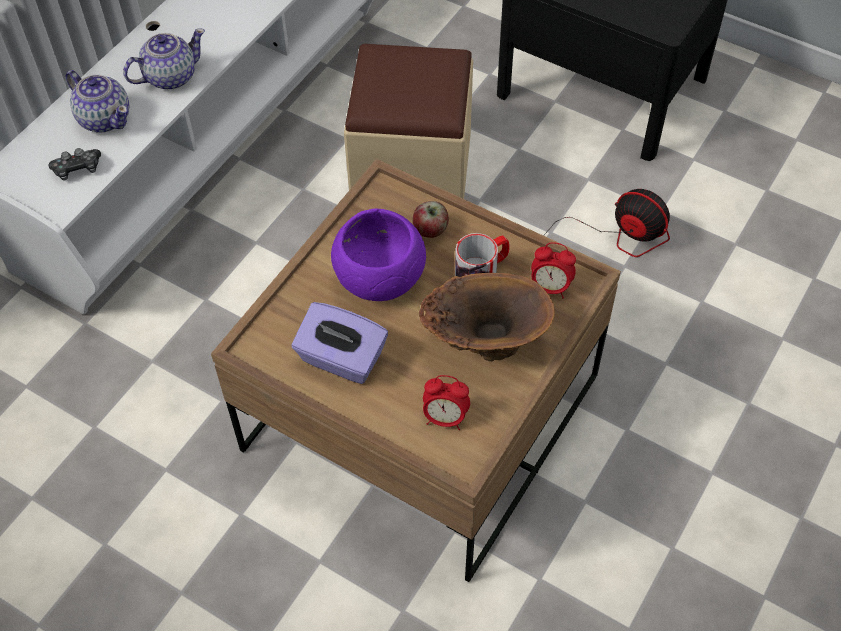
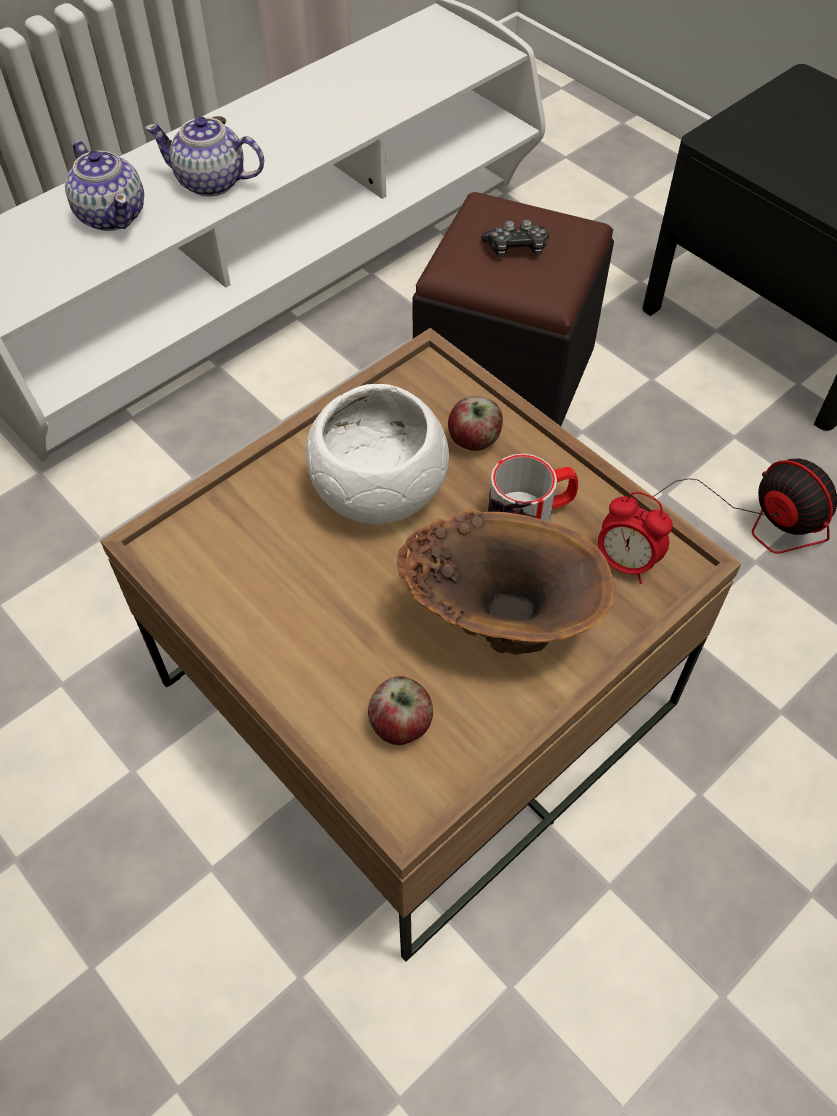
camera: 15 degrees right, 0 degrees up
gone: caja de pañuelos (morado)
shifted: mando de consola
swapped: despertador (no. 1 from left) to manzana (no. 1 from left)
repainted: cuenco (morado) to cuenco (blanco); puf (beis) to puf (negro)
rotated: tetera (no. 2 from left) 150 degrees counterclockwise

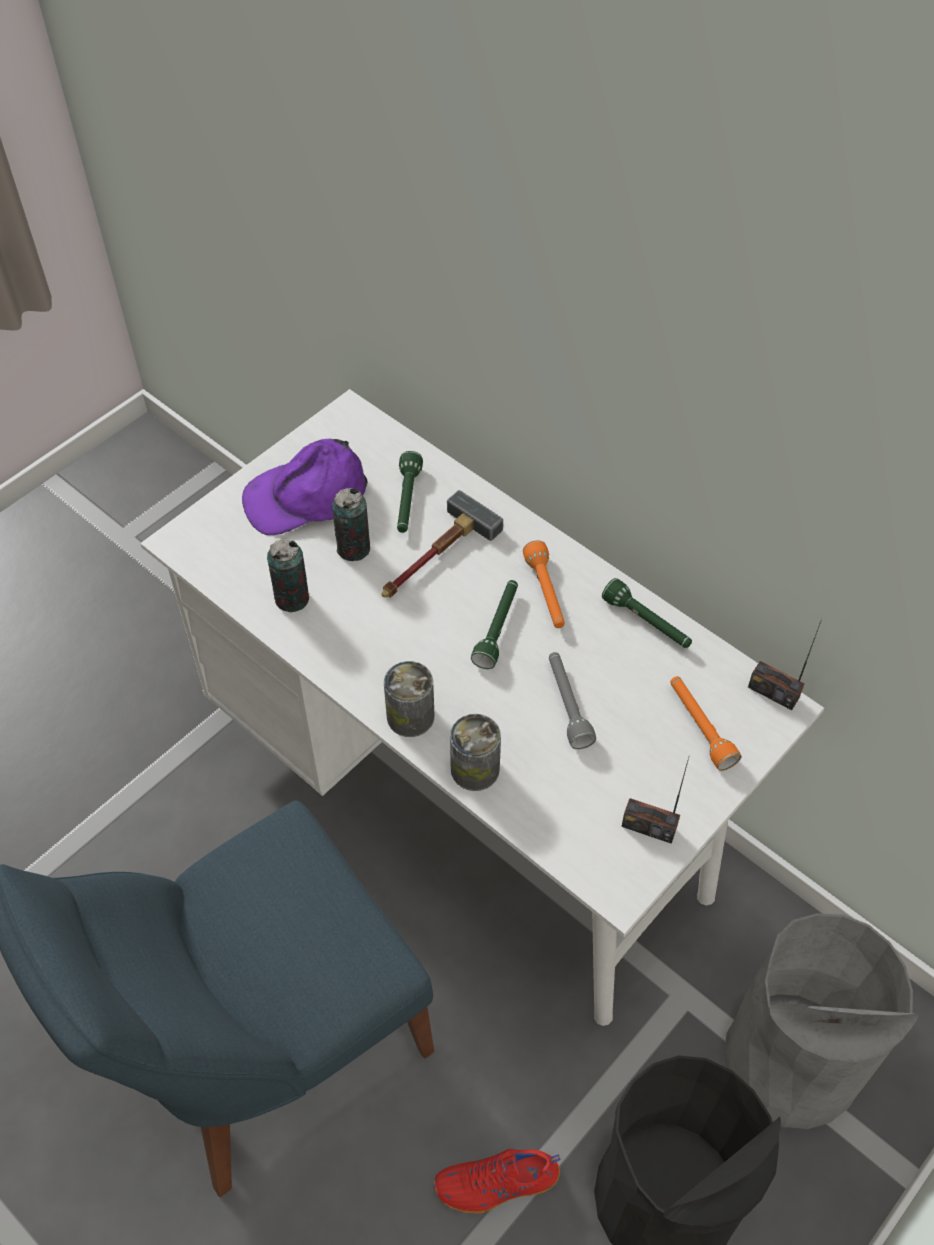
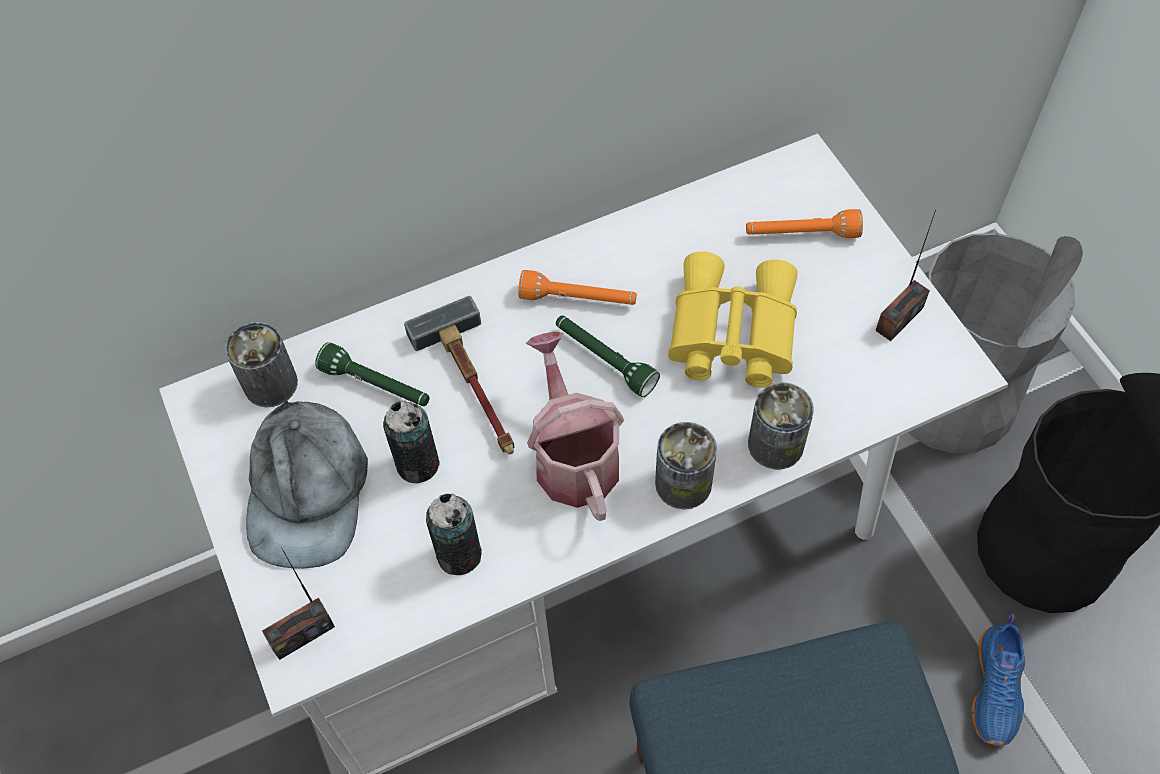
camera: 65 degrees left, 5 degrees up
gone: linterna (verde) (no. 3 from left)
new: lata (no. 1 from left); regadera
shifted: radio (no. 2 from left in the first image) to radio (no. 1 from left)
swapped: linterna (gris) to prismáticos (amarillo)
repainted: gorra (morado) to gorra (gris); zapato (rojo) to zapato (azul)

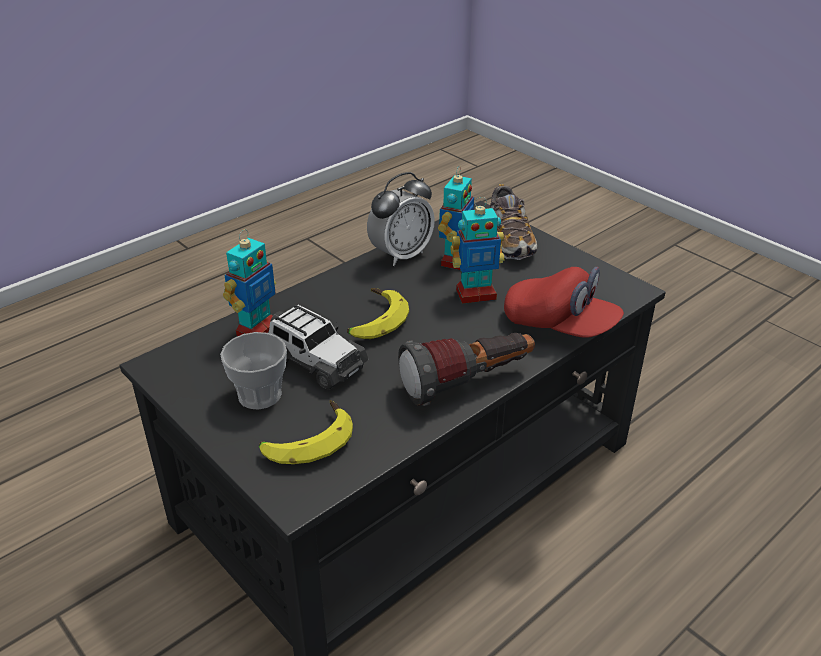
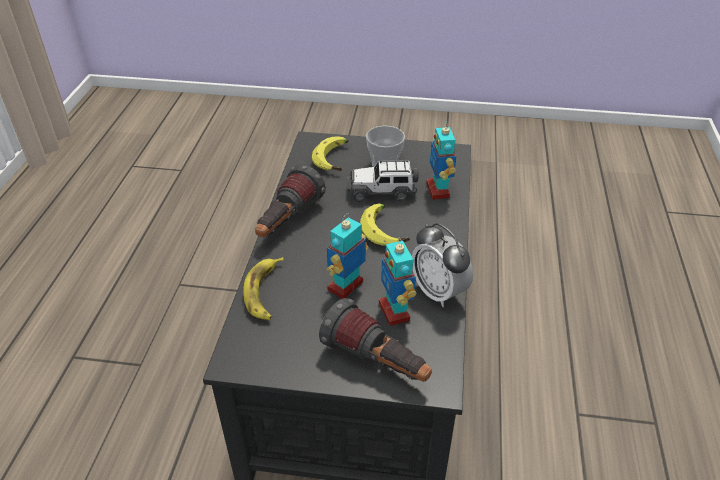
camera: 140 degrees right, 5 degrees up
swapped: zapato to linterna (no. 2 from left); gorra (rojo) to plátano (no. 1 from left)
rotated: despertador 45 degrees counterclockwise

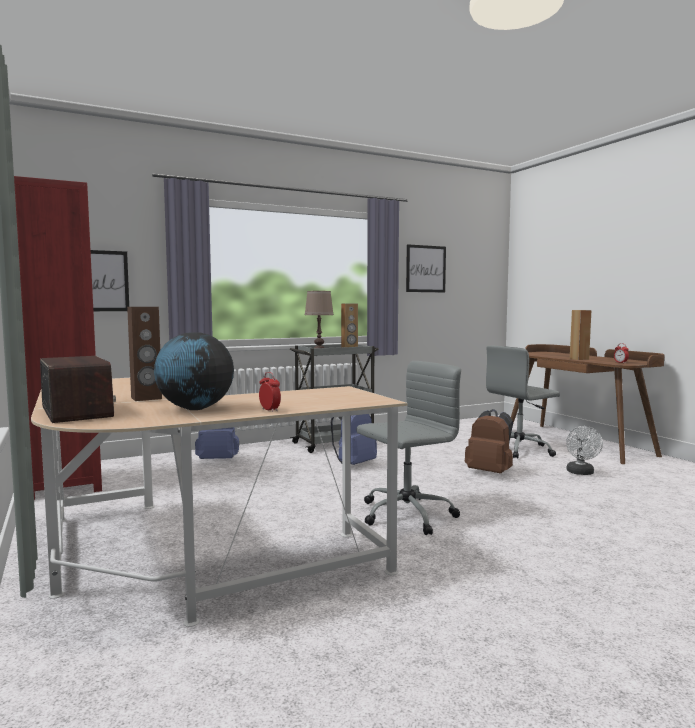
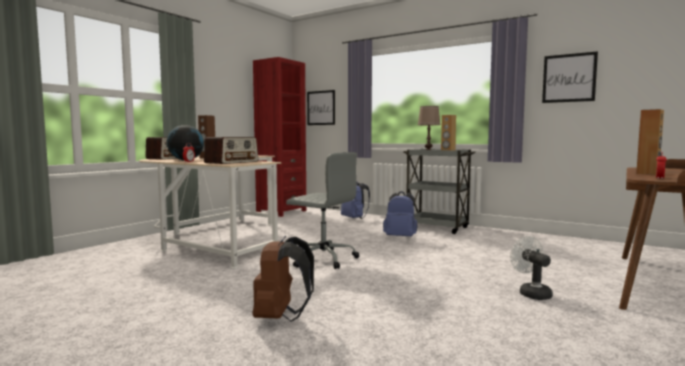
camera: 60 degrees right, 0 degrees up
gone: silla de oficina (gris) (no. 2 from left)
new: radio (no. 2 from left)
shifted: mochila (marrón)
rotated: ventilador (blanco) 90 degrees clockwise

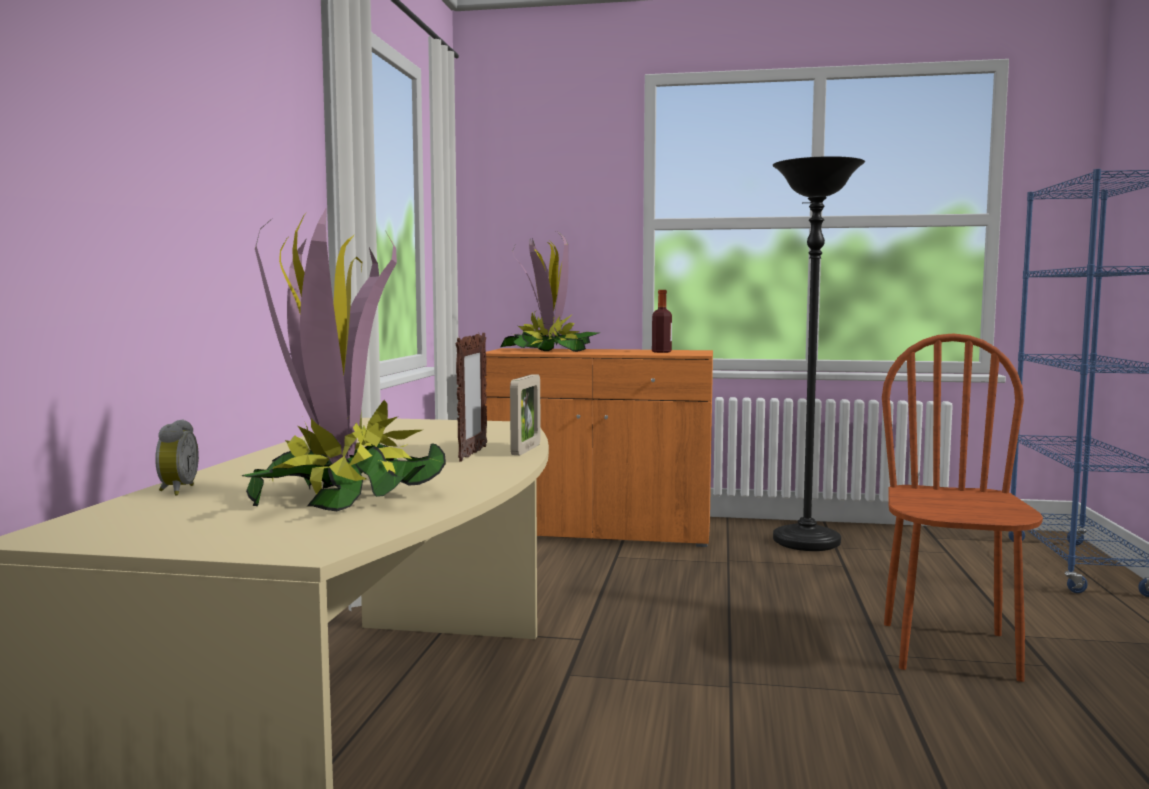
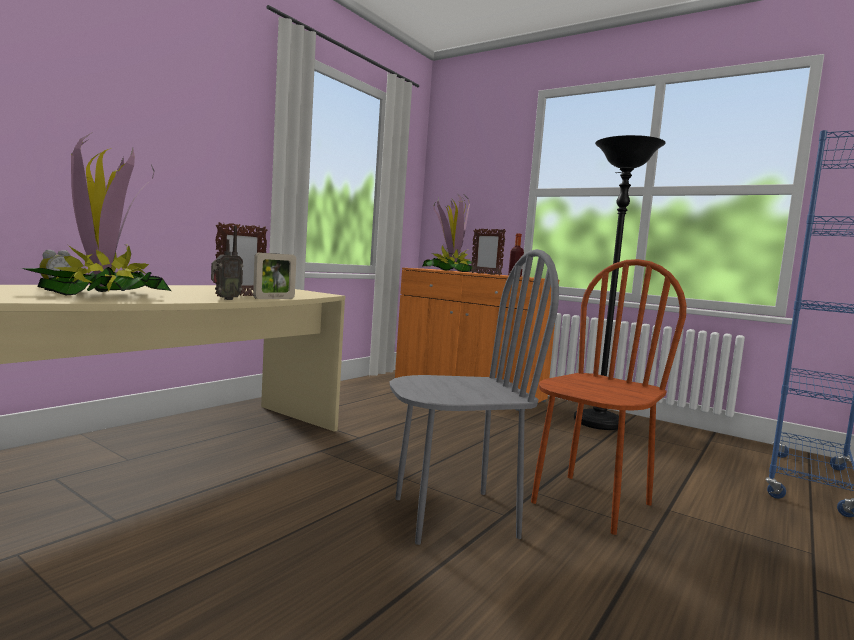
camera: 25 degrees right, 0 degrees up
new: radio; silla (gris); portarretratos (no. 3 from left)

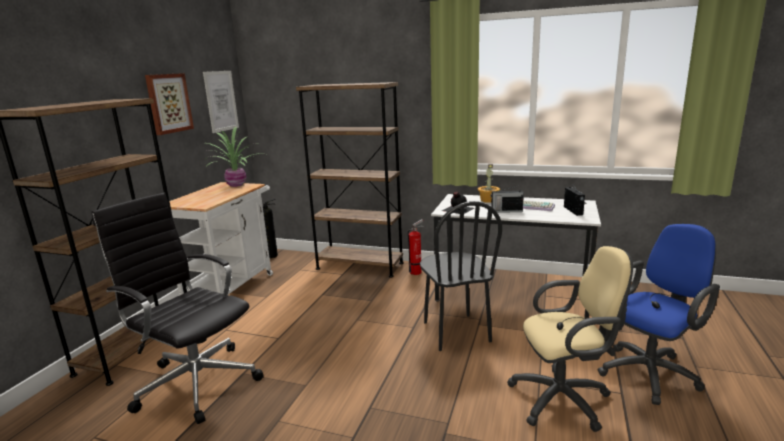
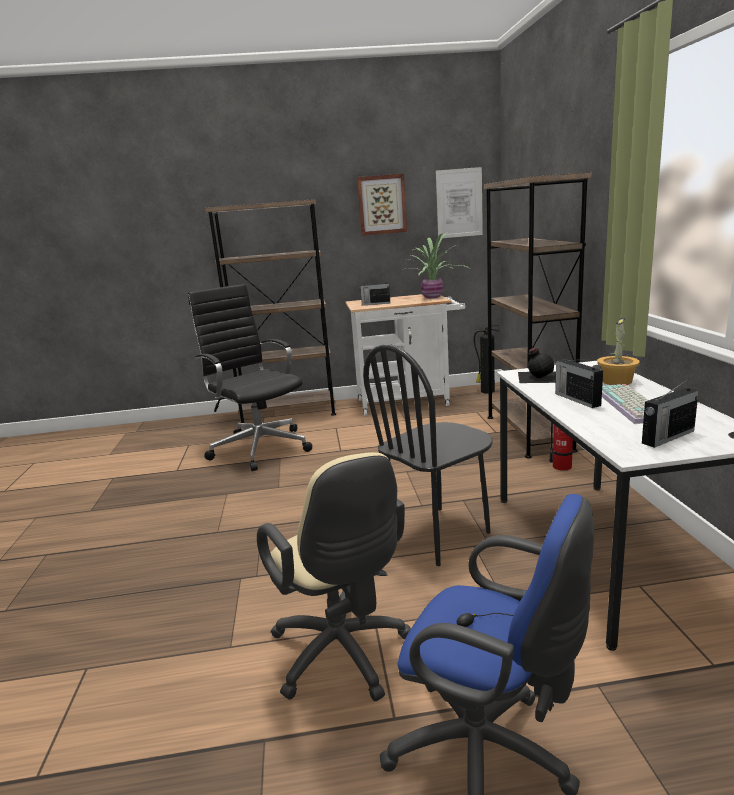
camera: 65 degrees right, 0 degrees up
new: radio (no. 1 from left)
rotated: silla de oficina (negro) 45 degrees counterclockwise

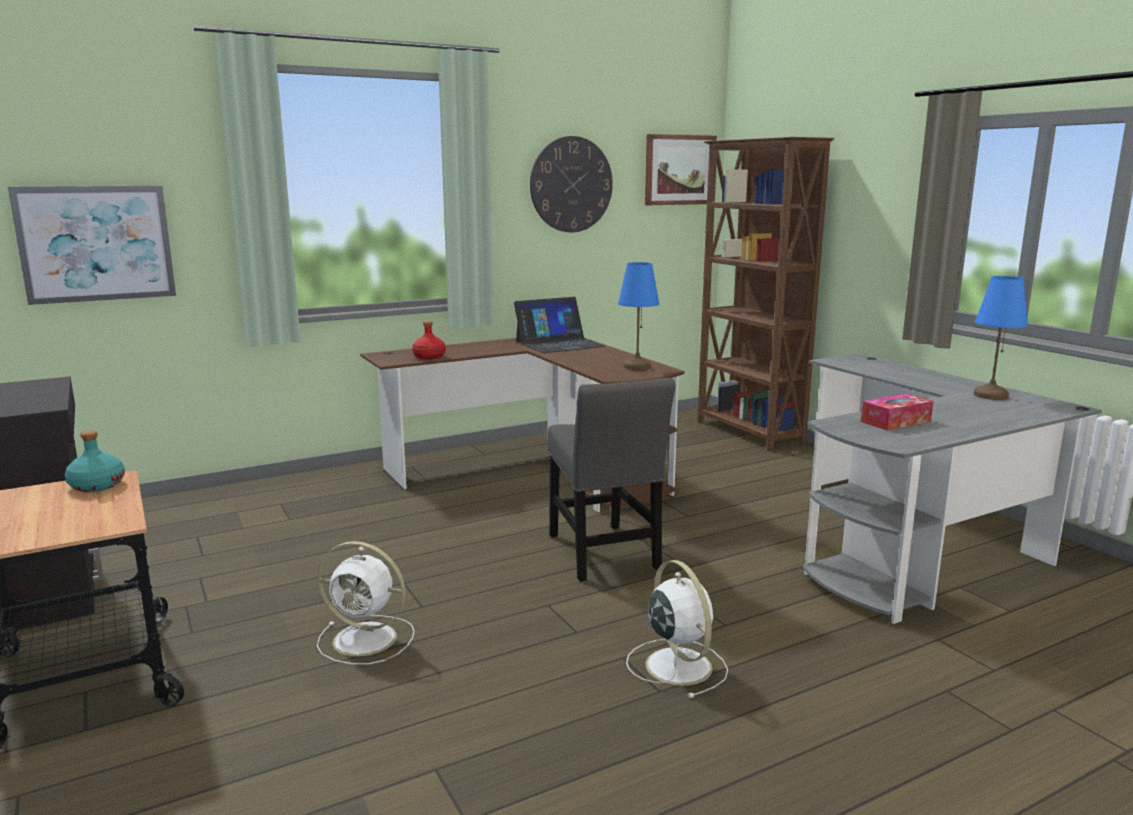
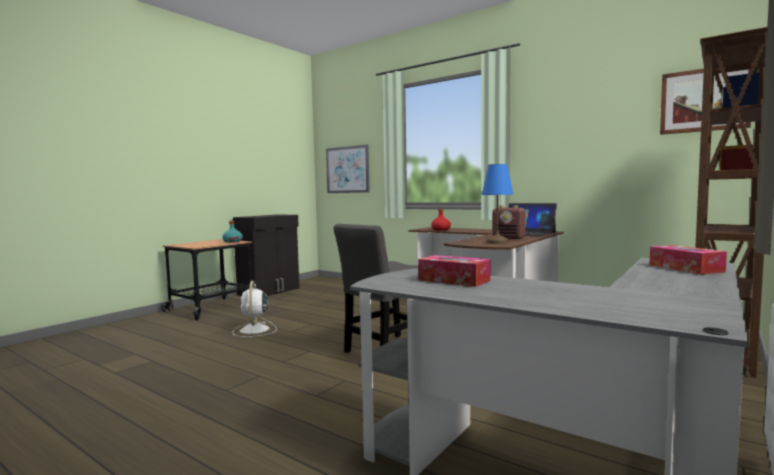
camera: 65 degrees right, 10 degrees down
gone: reloj de pared; ventilador (blanco) (no. 2 from left); lámpara de mesa (azul) (no. 2 from left)
new: radio; caja de pañuelos (no. 2 from left)

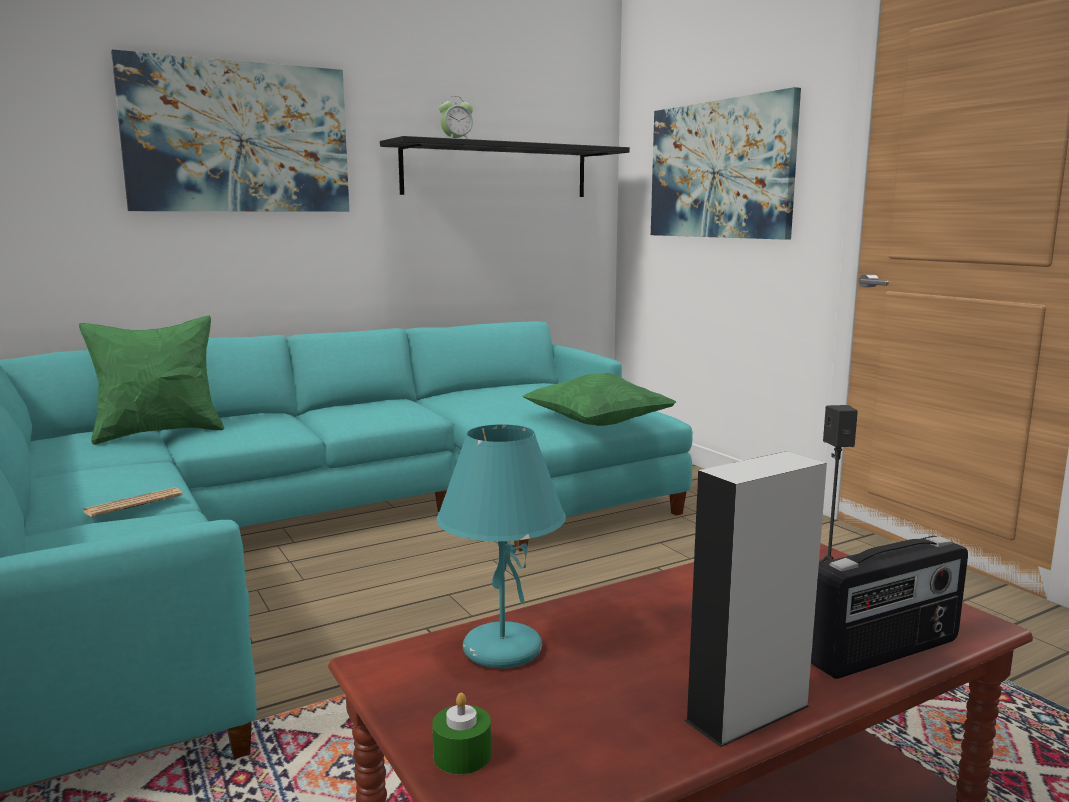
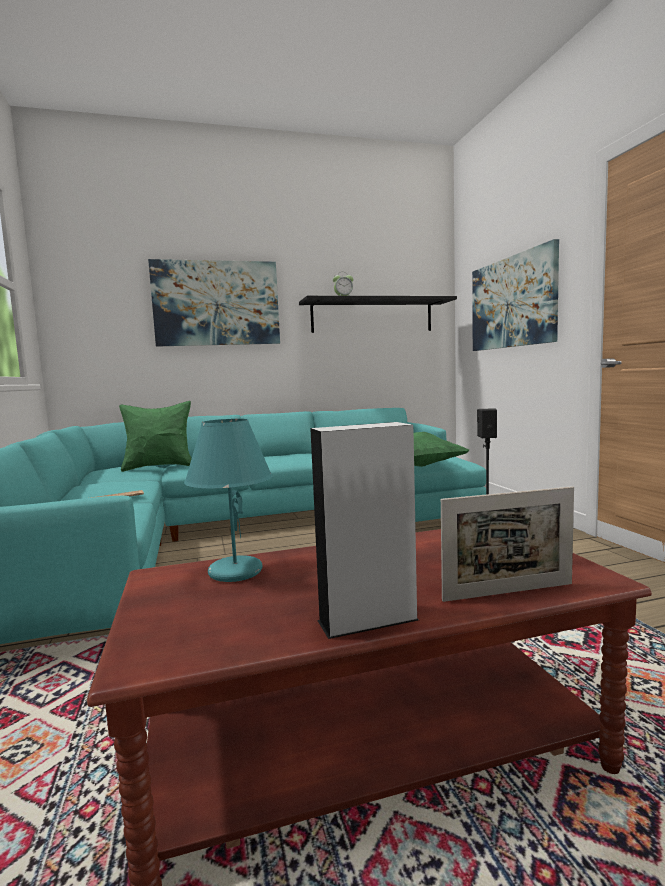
camera: 15 degrees right, 5 degrees down
gone: vela (verde)
swapped: radio to portarretratos

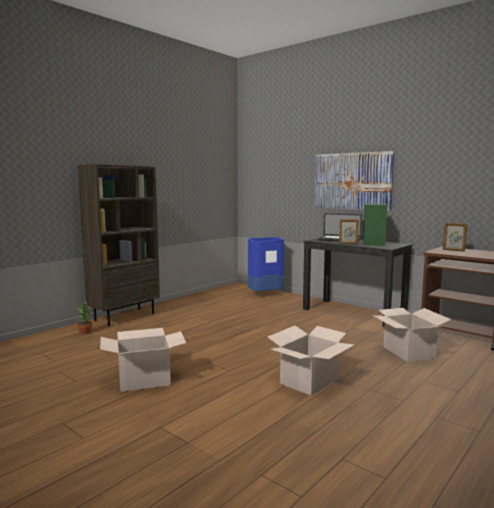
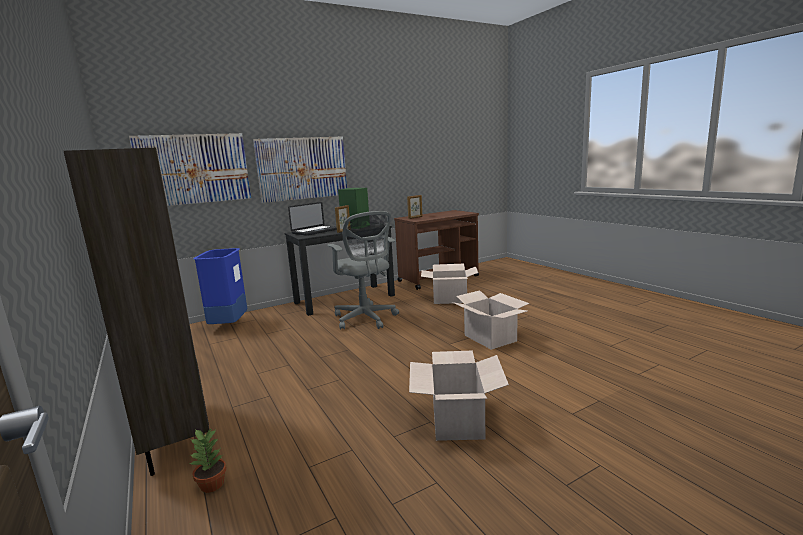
camera: 70 degrees left, 5 degrees up
new: cuadro (no. 1 from left); silla de oficina (gris)

